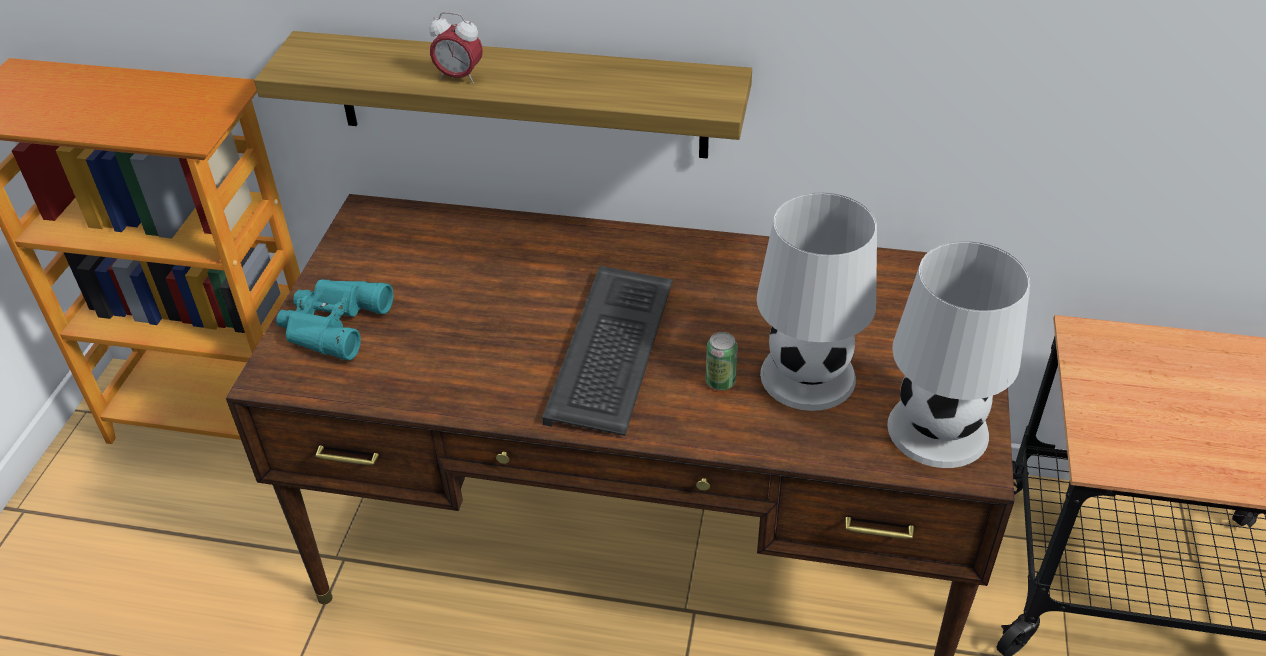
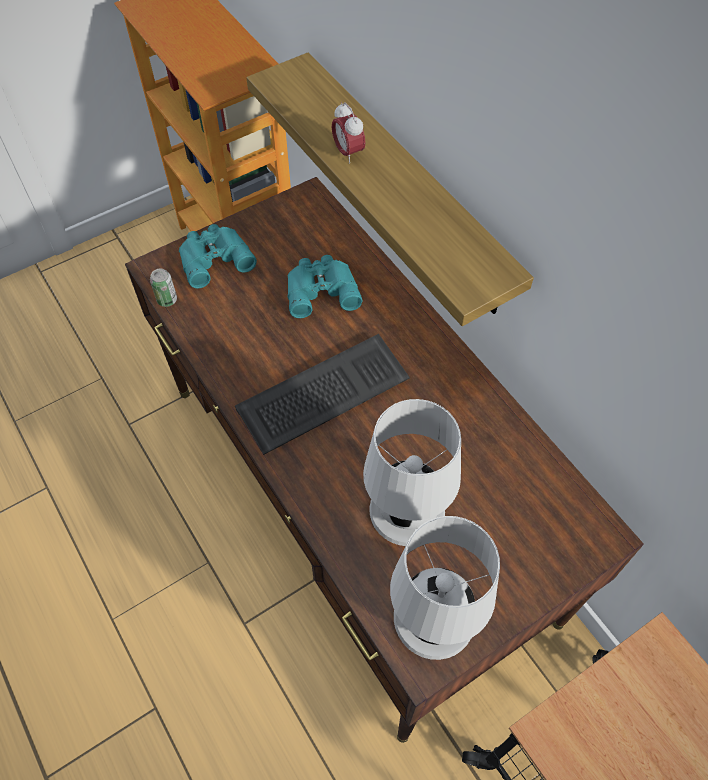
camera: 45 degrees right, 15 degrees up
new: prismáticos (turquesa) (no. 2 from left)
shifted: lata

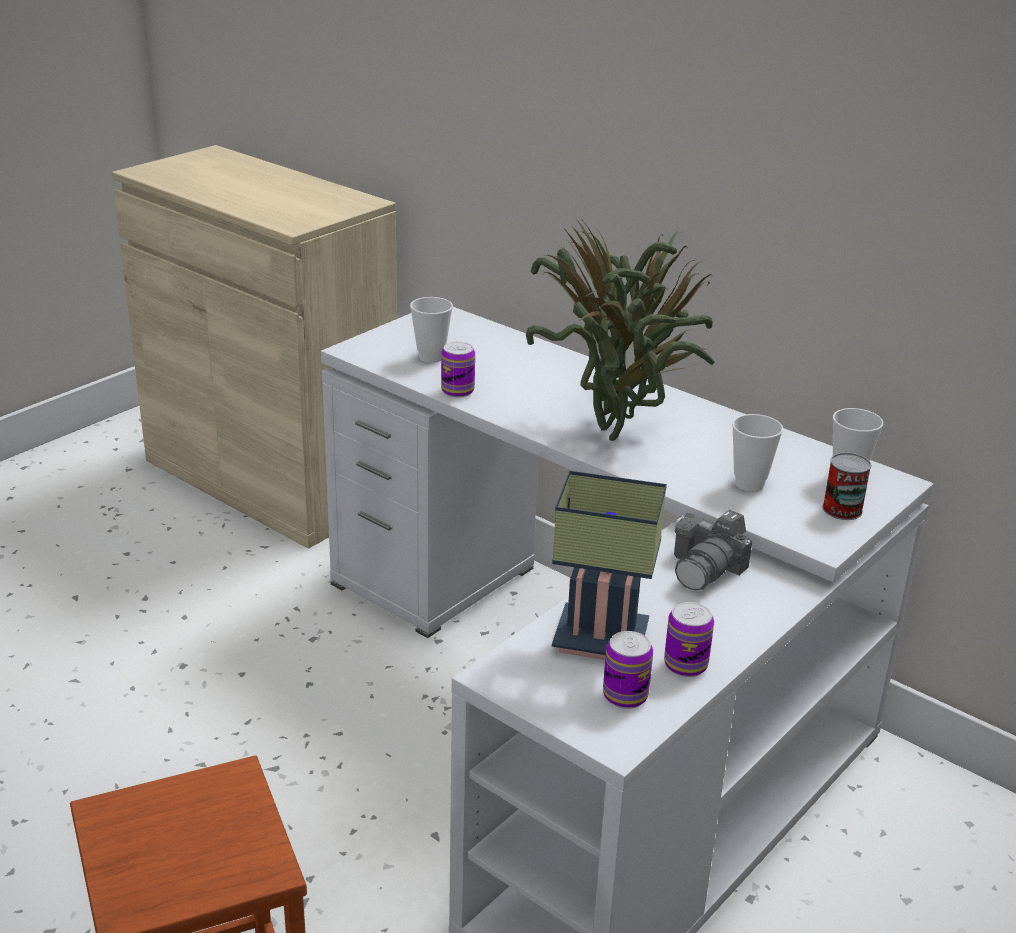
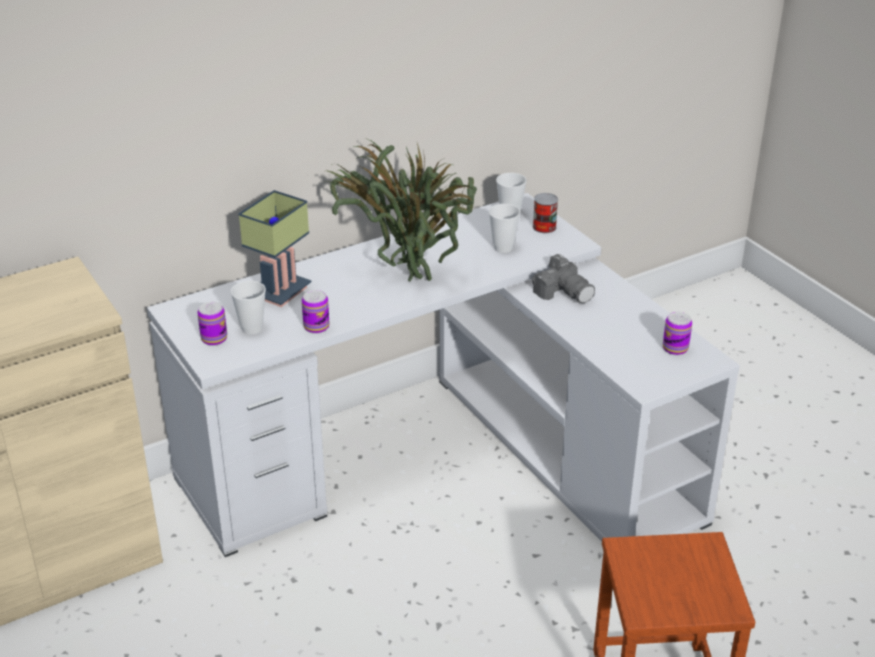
camera: 70 degrees left, 5 degrees up
shifted: lámpara de mesa; lata (no. 3 from left in the first image) to lata (no. 1 from left)

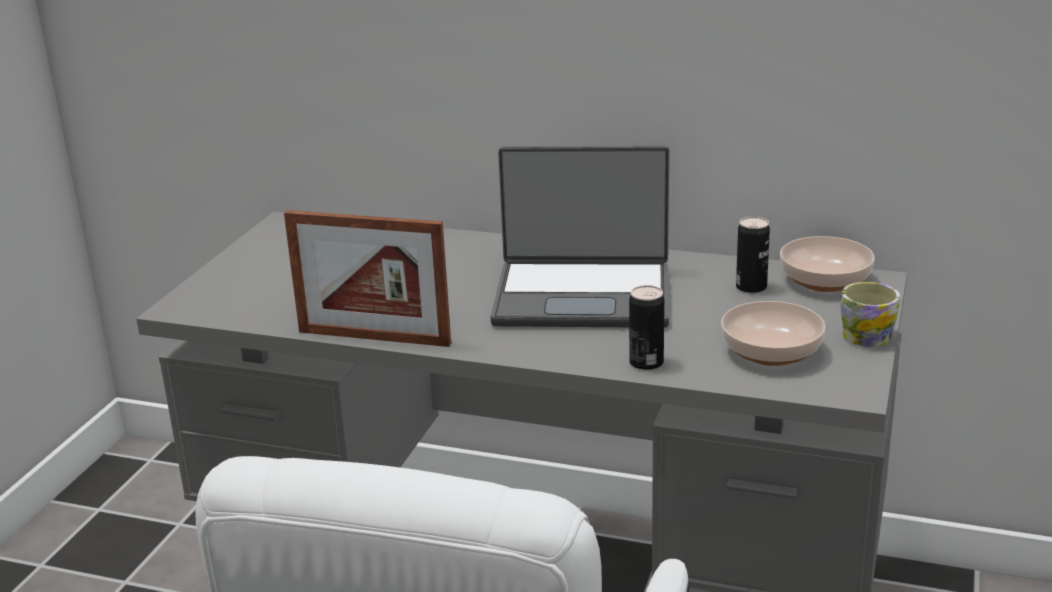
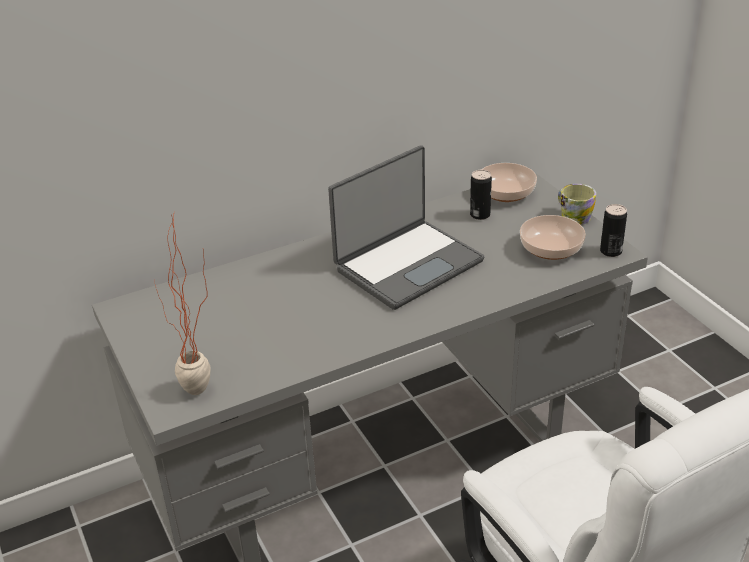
camera: 45 degrees left, 10 degrees up
gone: portarretratos
new: planta en maceta
shifted: lata (no. 1 from left in the first image) to lata (no. 2 from left)

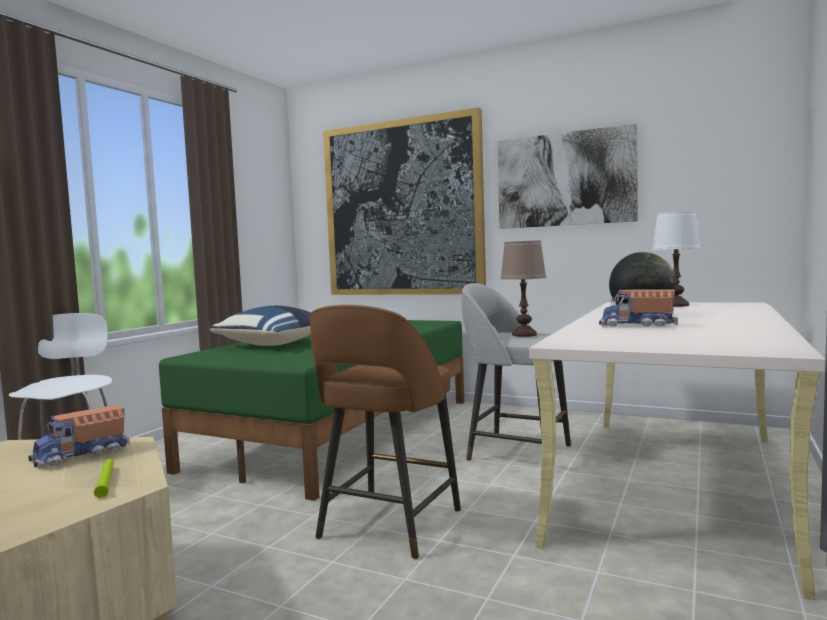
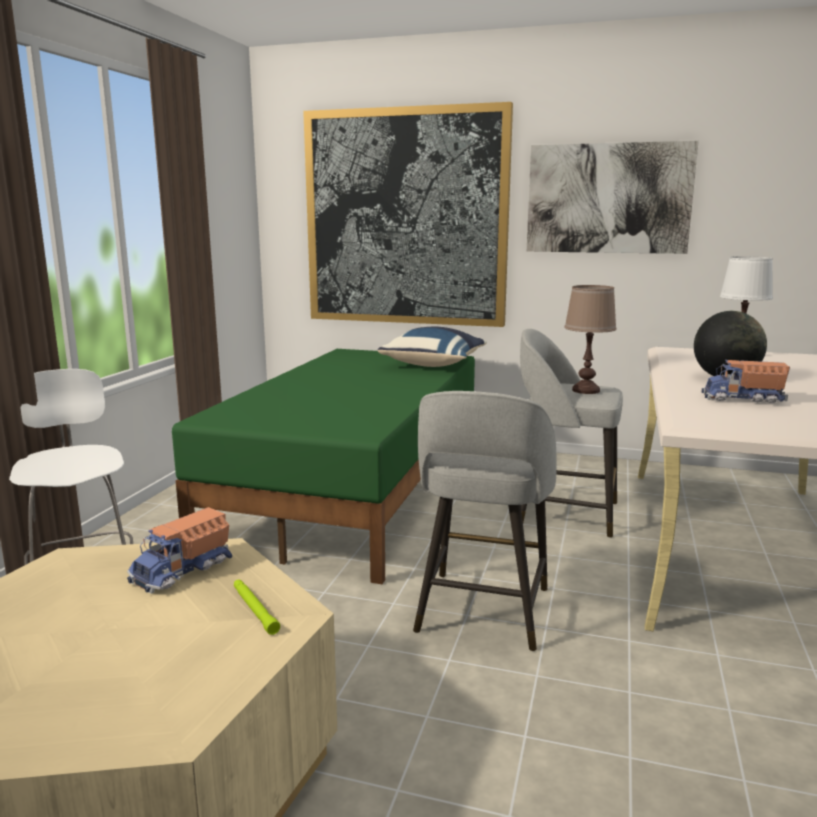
camera: 10 degrees left, 10 degrees up
shifted: cojín (azul)
repainted: taburete (marrón) to taburete (gris) (no. 1 from left)

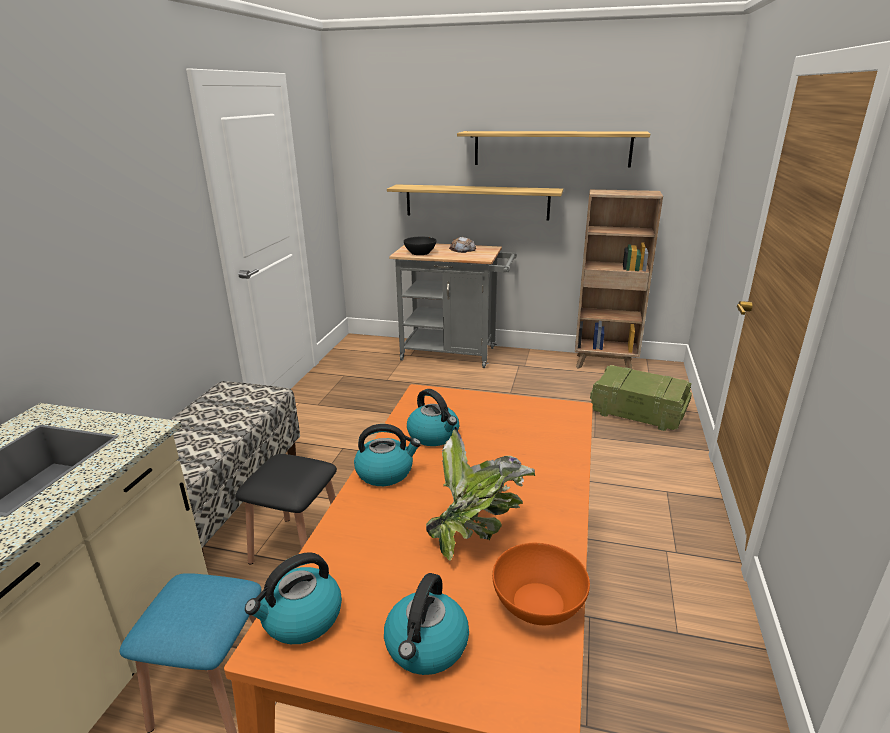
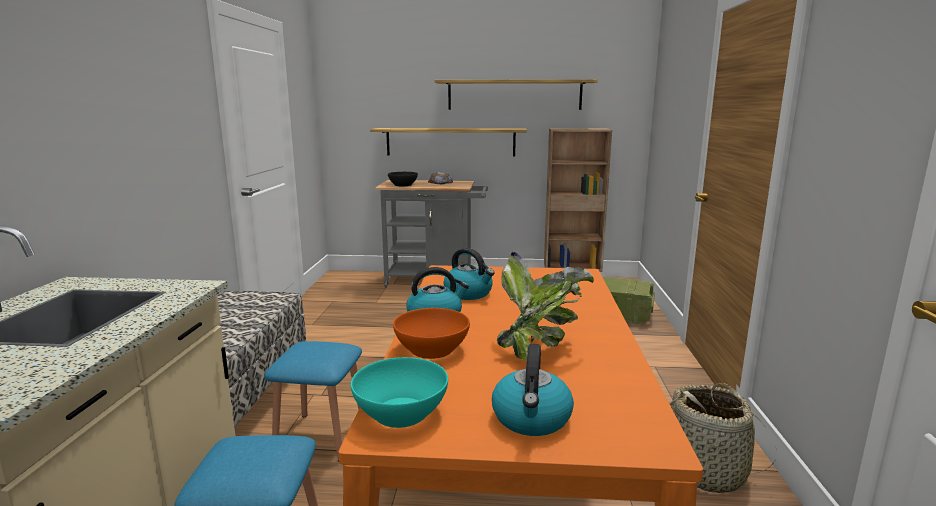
camera: 10 degrees left, 10 degrees down
new: cesta
shifted: cuenco (naranja)
swapped: hervidor (no. 1 from left) to cuenco (turquesa)
repainted: taburete (negro) to taburete (azul) (no. 2 from left)

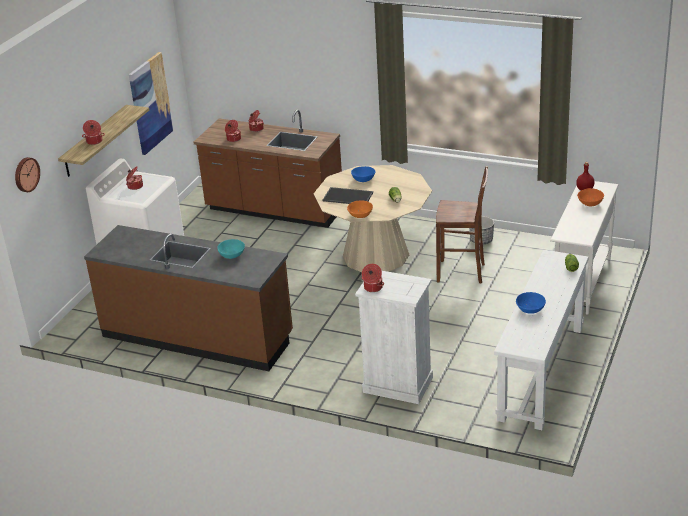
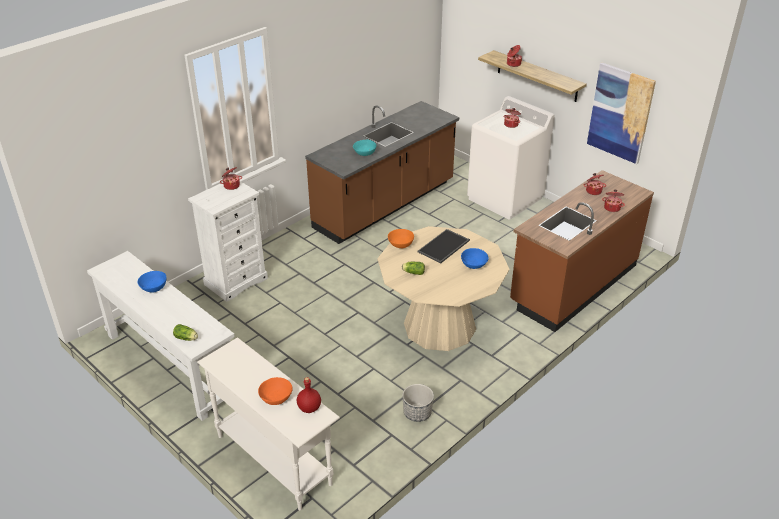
camera: 110 degrees right, 5 degrees up
gone: reloj de pared; taburete (marrón)

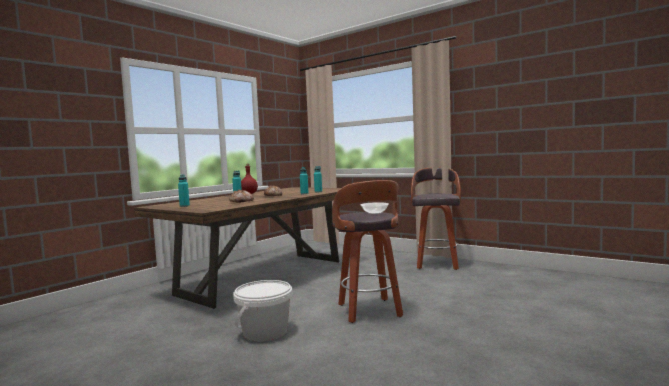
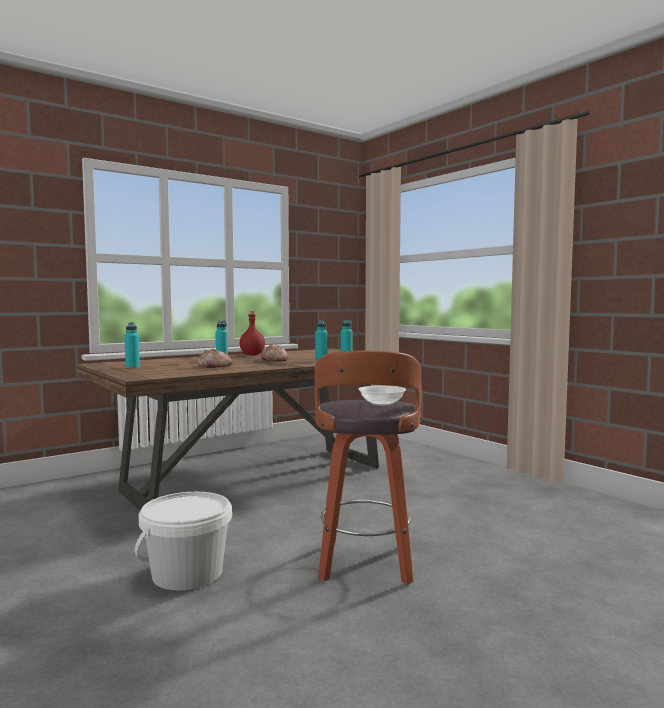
camera: 15 degrees right, 0 degrees up
gone: taburete (no. 2 from left)

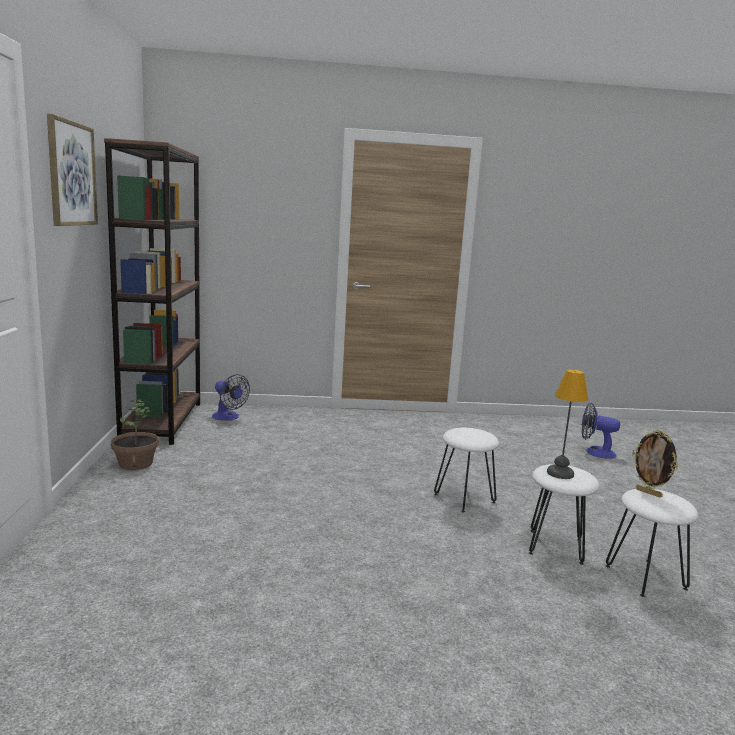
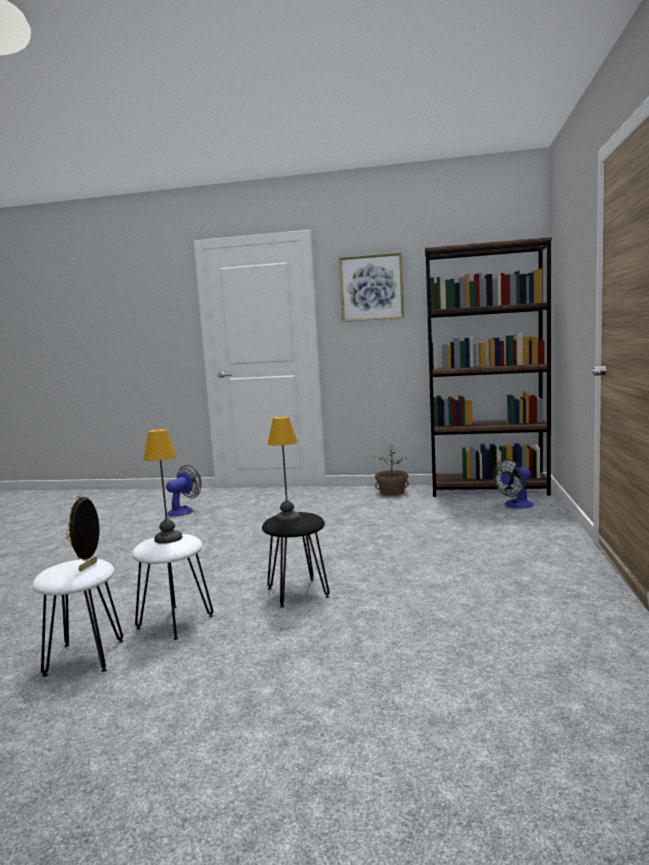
camera: 105 degrees right, 5 degrees down
new: lámpara de mesa (no. 2 from left)
shifted: ventilador (no. 2 from left in the first image) to ventilador (no. 1 from left)
repainted: taburete (blanco) (no. 1 from left) to taburete (negro)
rotated: portarretratos 45 degrees counterclockwise

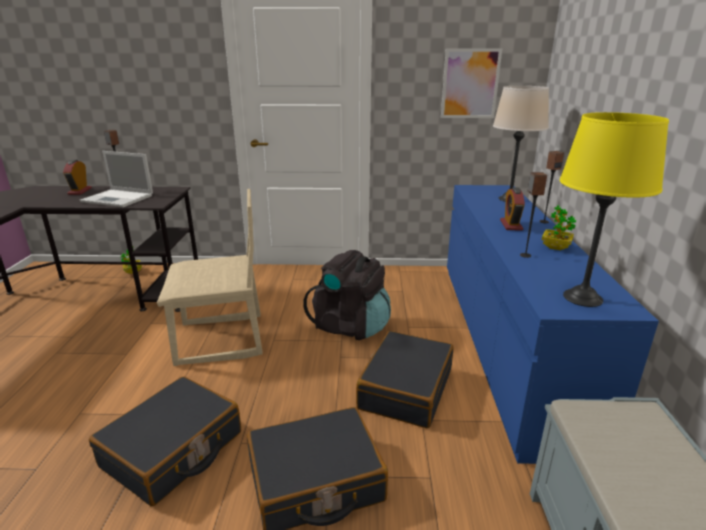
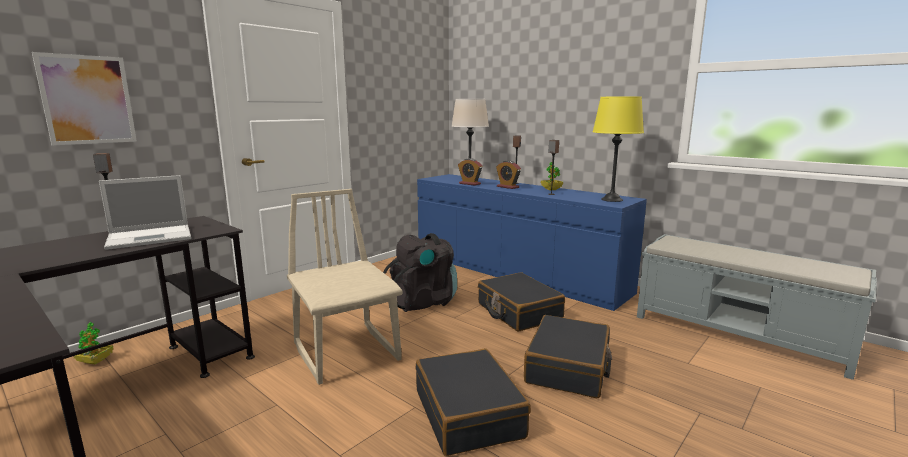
camera: 50 degrees left, 10 degrees down
shifted: despertador (no. 1 from left); cuadro
rotated: silla (beis) 60 degrees counterclockwise

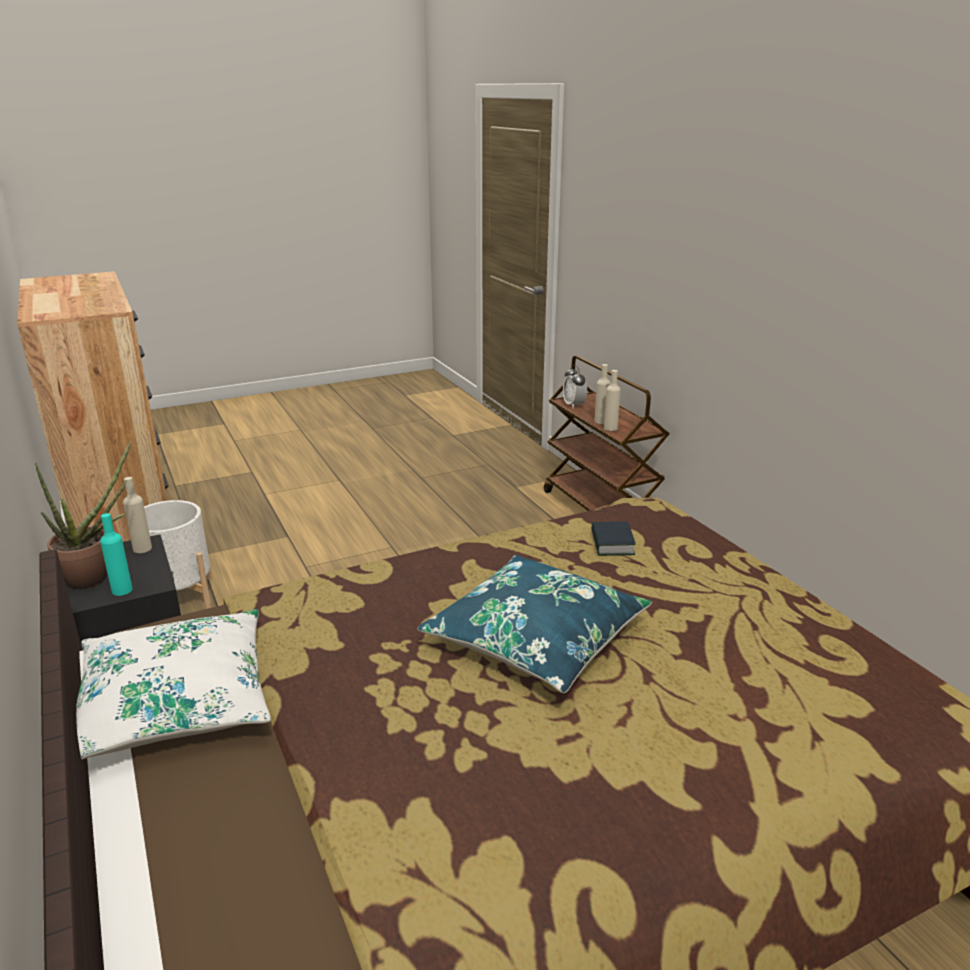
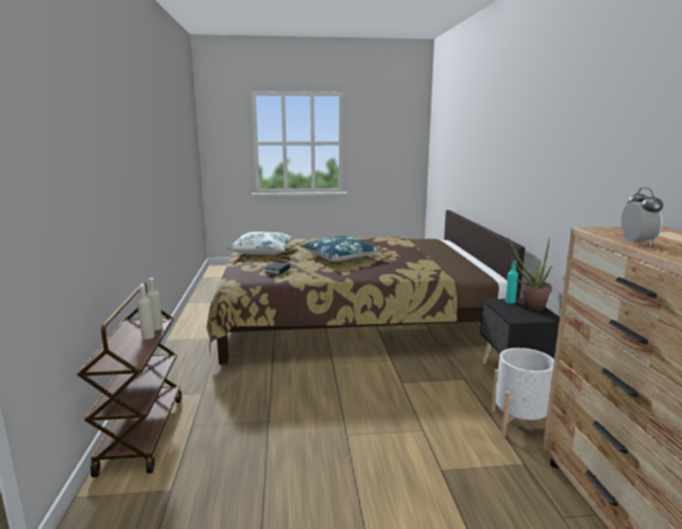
camera: 160 degrees left, 10 degrees down
gone: botella (beis) (no. 1 from left)
shifted: cojín (blanco); despertador

